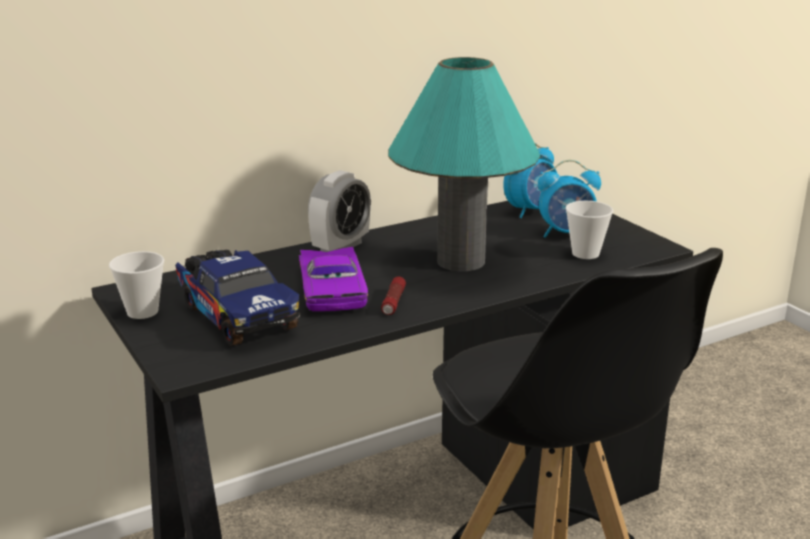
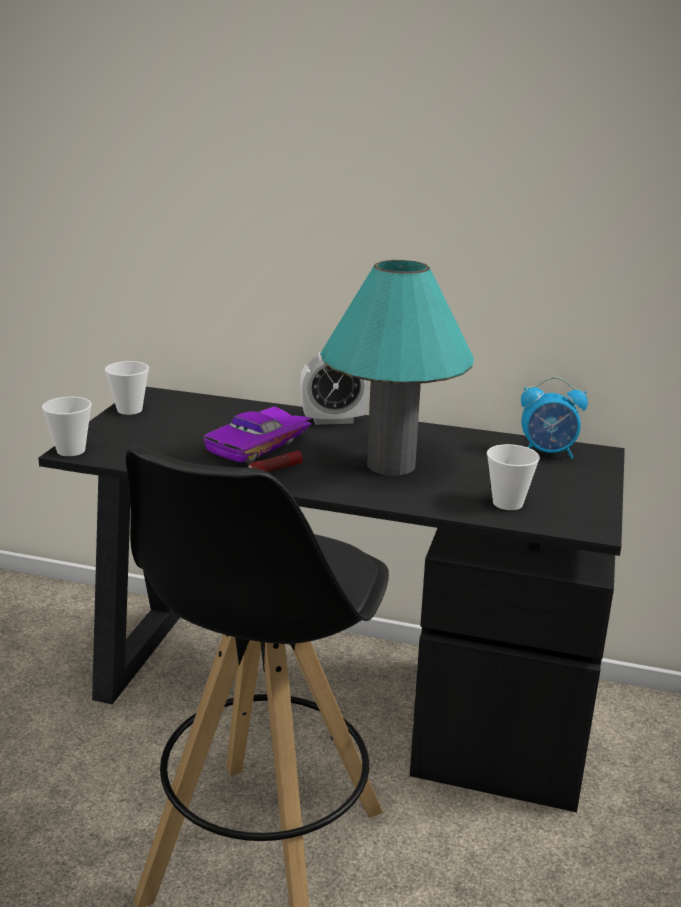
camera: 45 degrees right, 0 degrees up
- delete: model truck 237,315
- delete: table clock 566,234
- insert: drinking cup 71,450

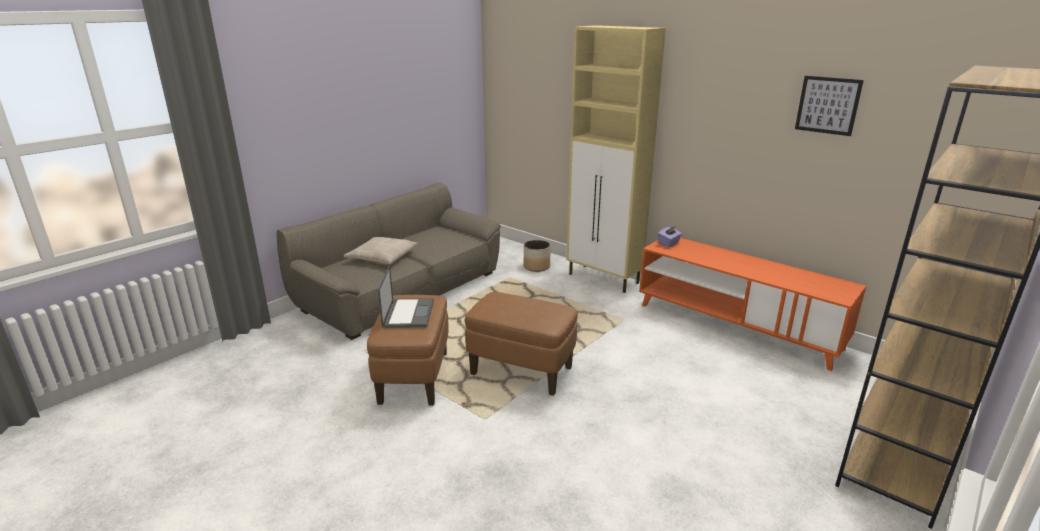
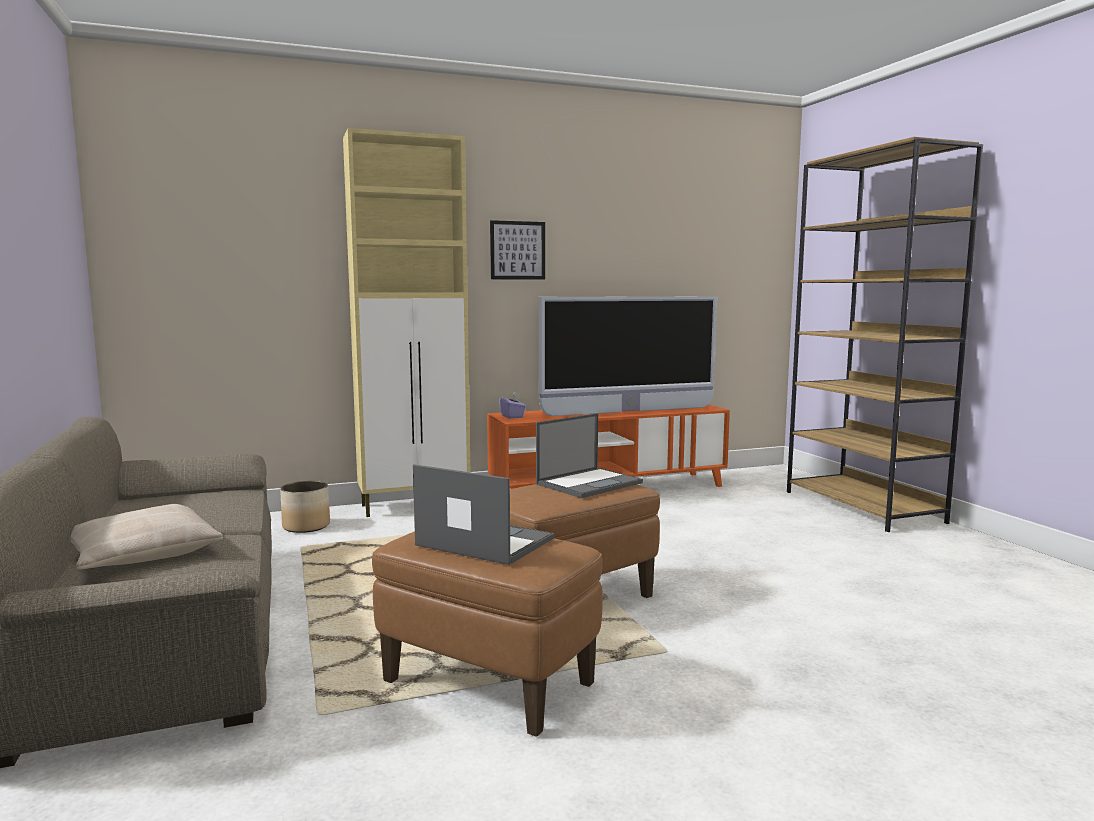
camera: 60 degrees left, 15 degrees down
- insert: notebook computer 589,483
- insert: TV 629,411
- move: wall picture 828,105 to 517,250

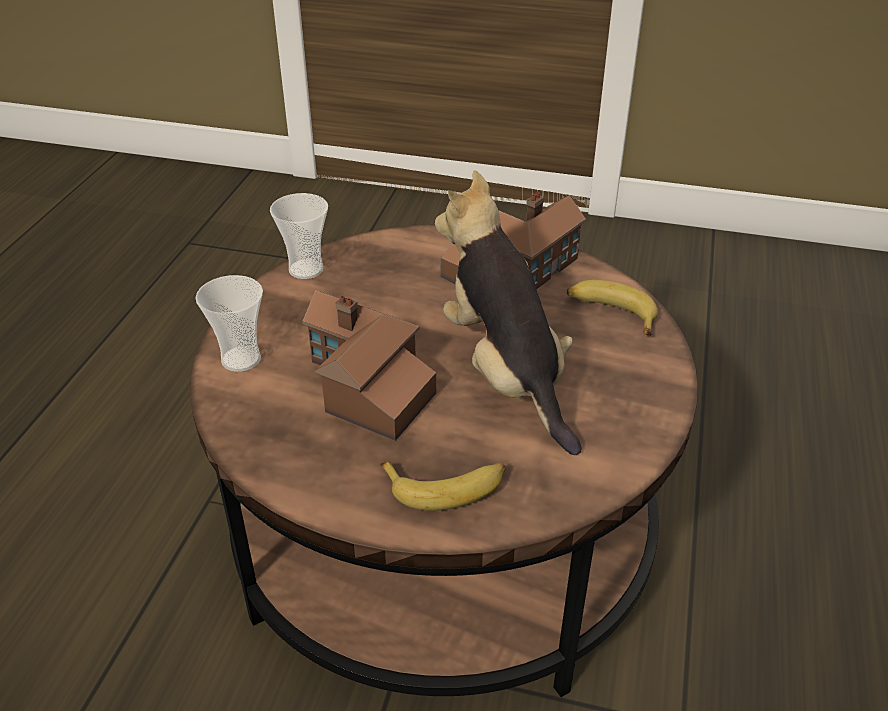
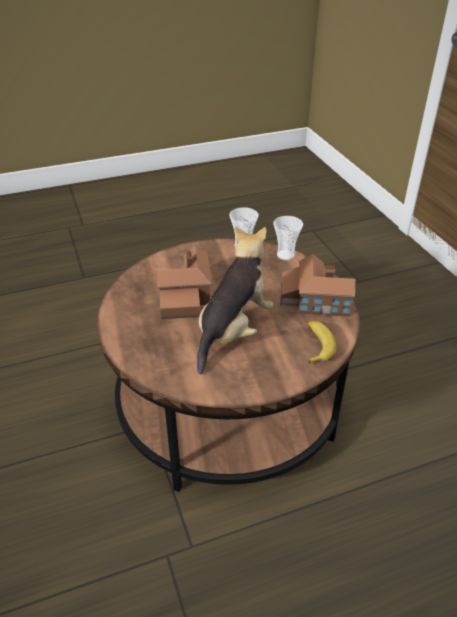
camera: 55 degrees right, 0 degrees up
- delete: whole banana 446,487
- move: drinking cup 241,359 to 285,255

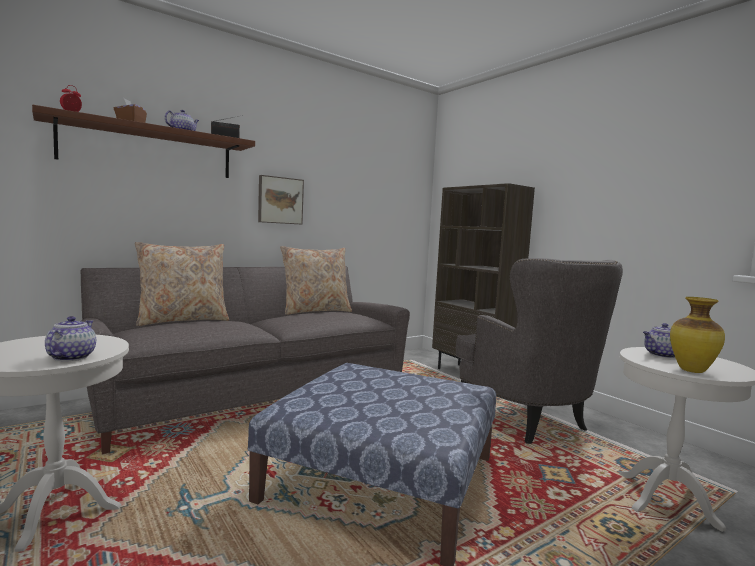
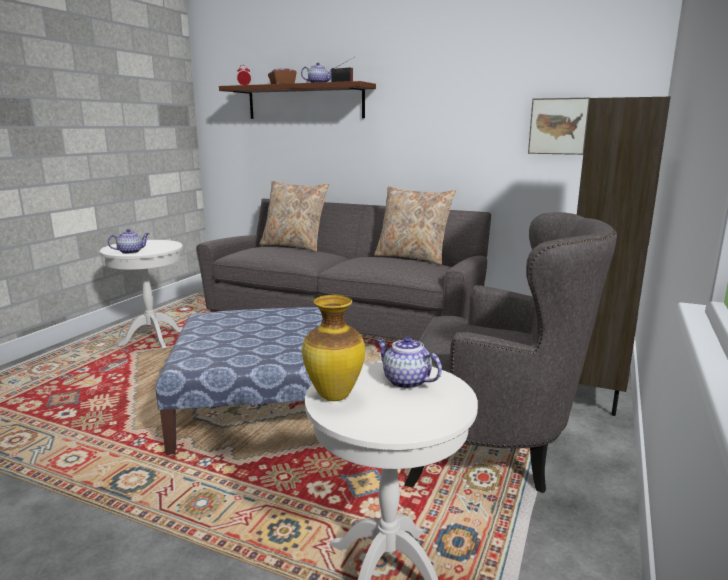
camera: 60 degrees right, 10 degrees up
- move: wall picture 280,200 to 558,126
- rotate: lounge chair (grey) 529,422 = 492,450 105 degrees counterclockwise

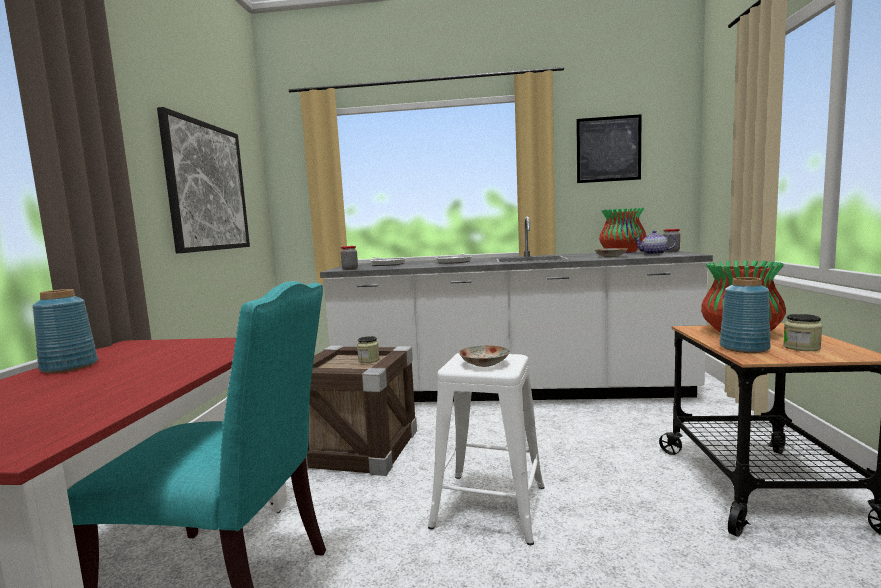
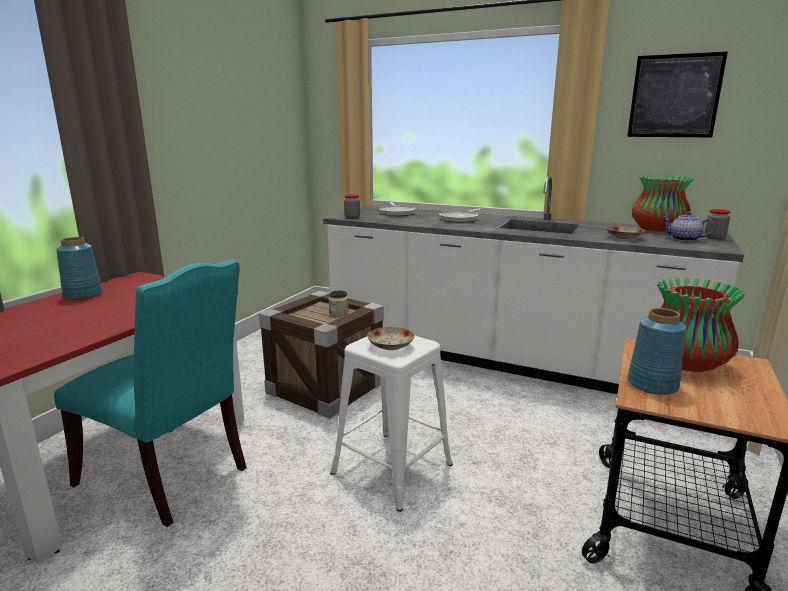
camera: 20 degrees right, 10 degrees up
- delete: wall picture 207,187
- delete: preserve jar 801,347

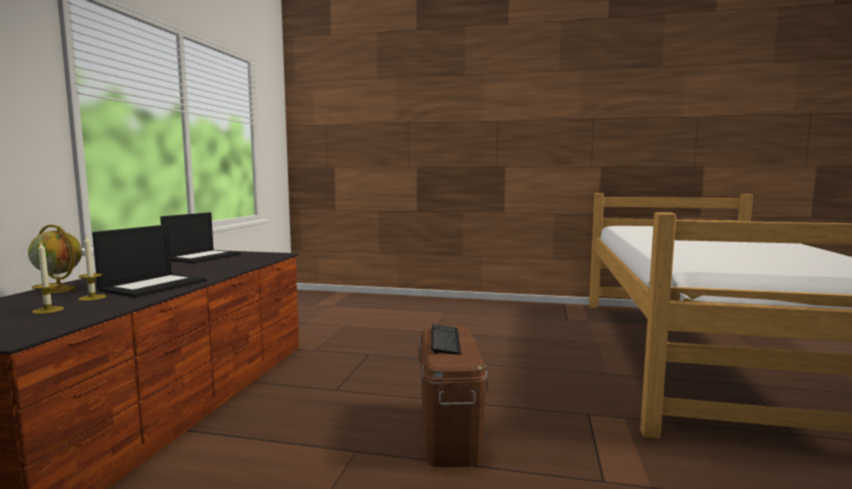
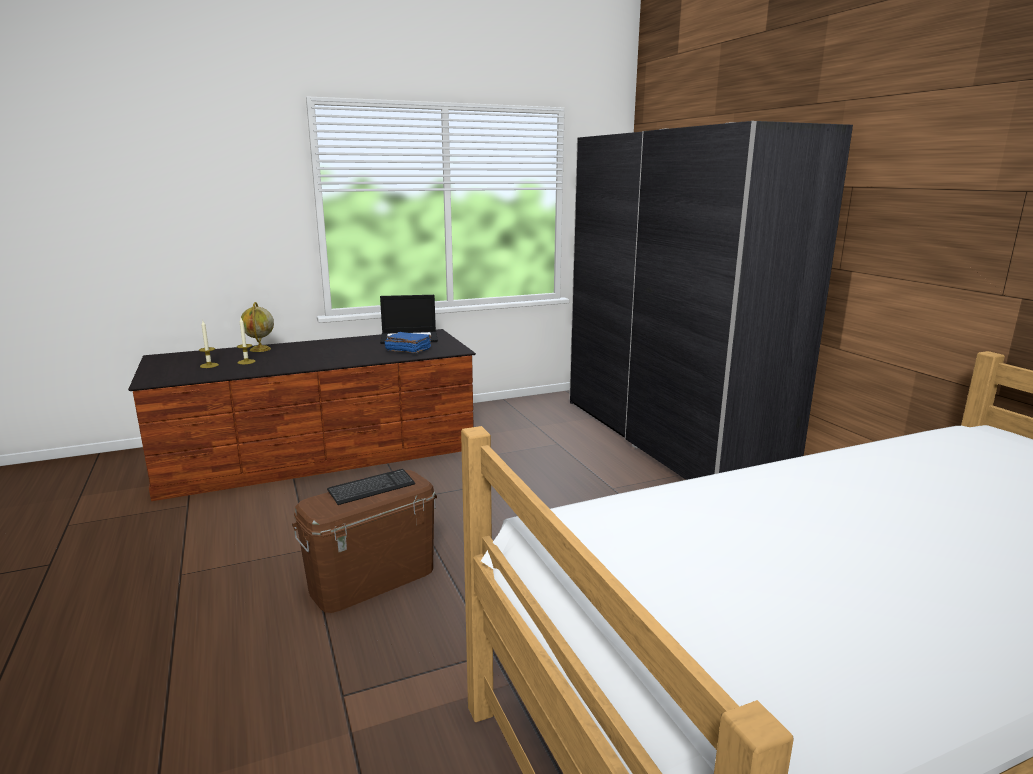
camera: 55 degrees right, 10 degrees up
- delete: notebook computer 154,285
- insert: volume (bluish) 408,350
- insert: armoire (grey) 667,438

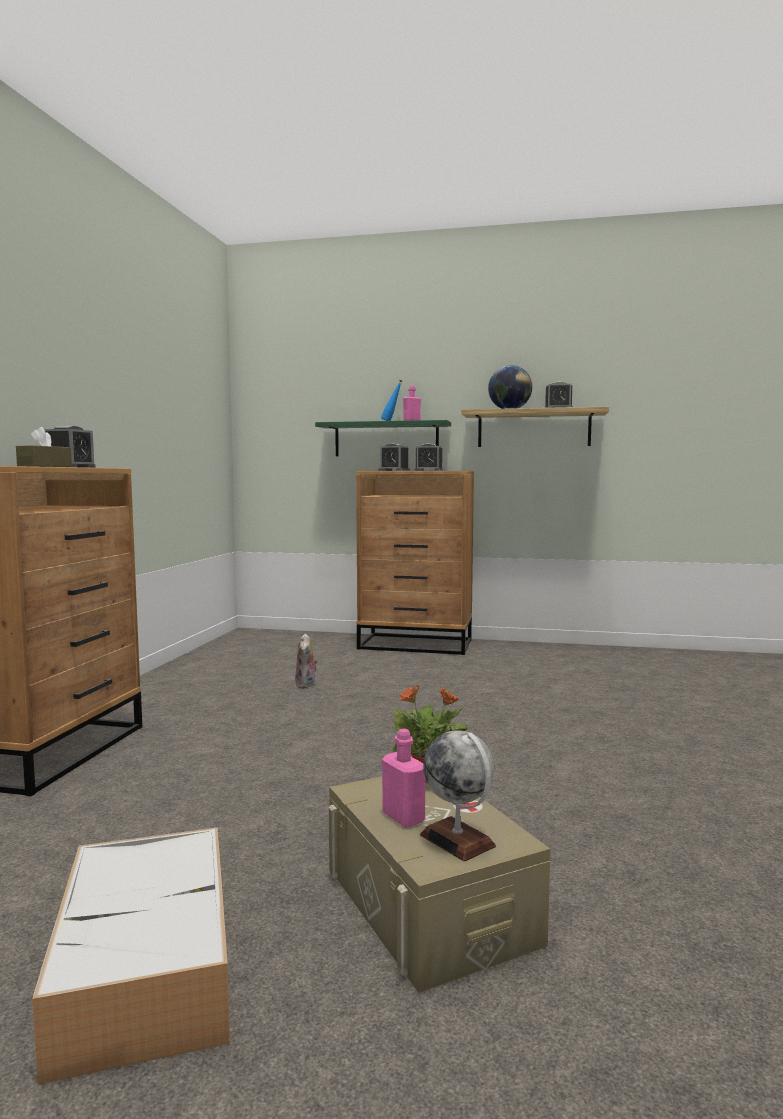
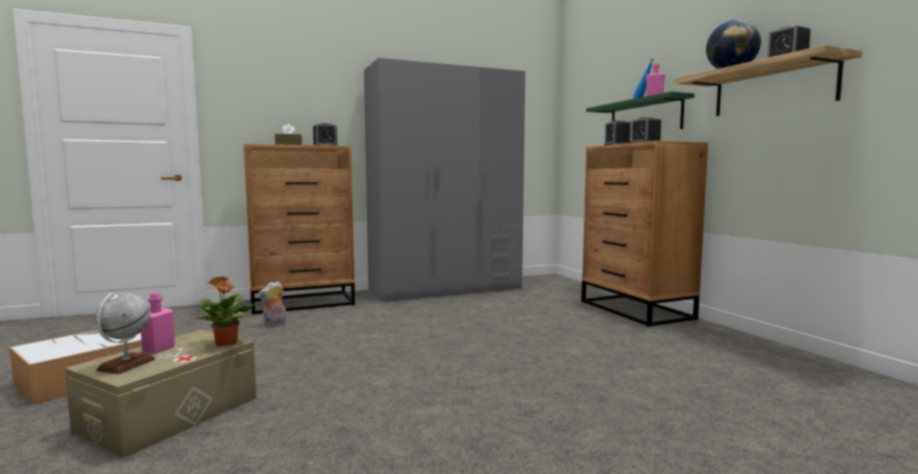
camera: 55 degrees right, 0 degrees up
- insert: armoire (grey) 446,289
- move: plush toy 306,685 to 274,325

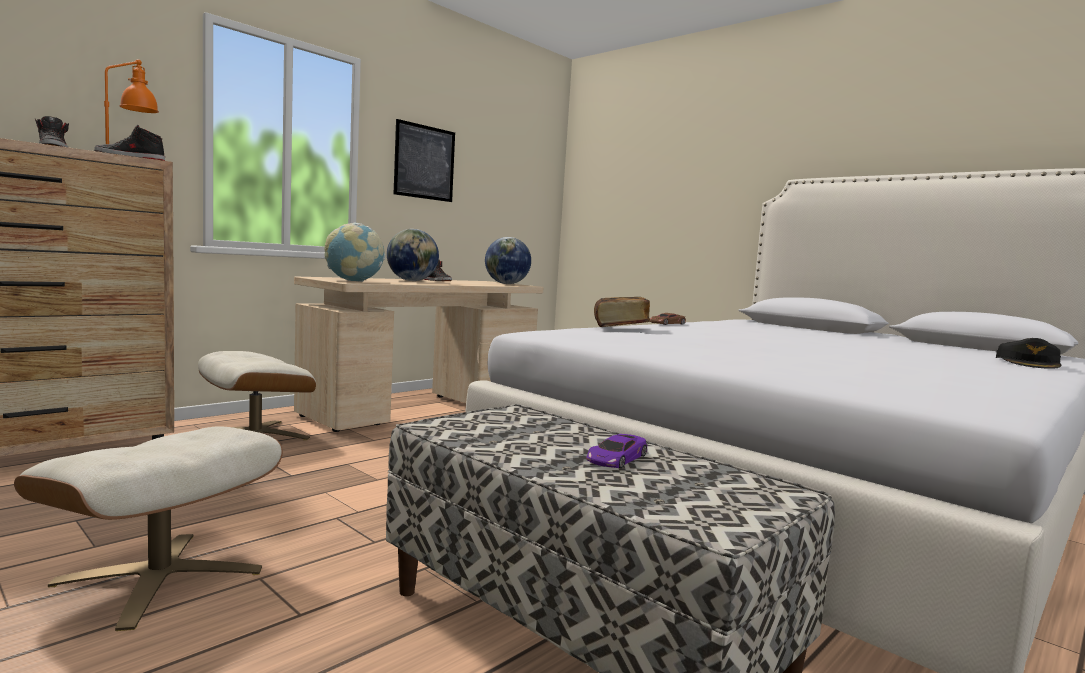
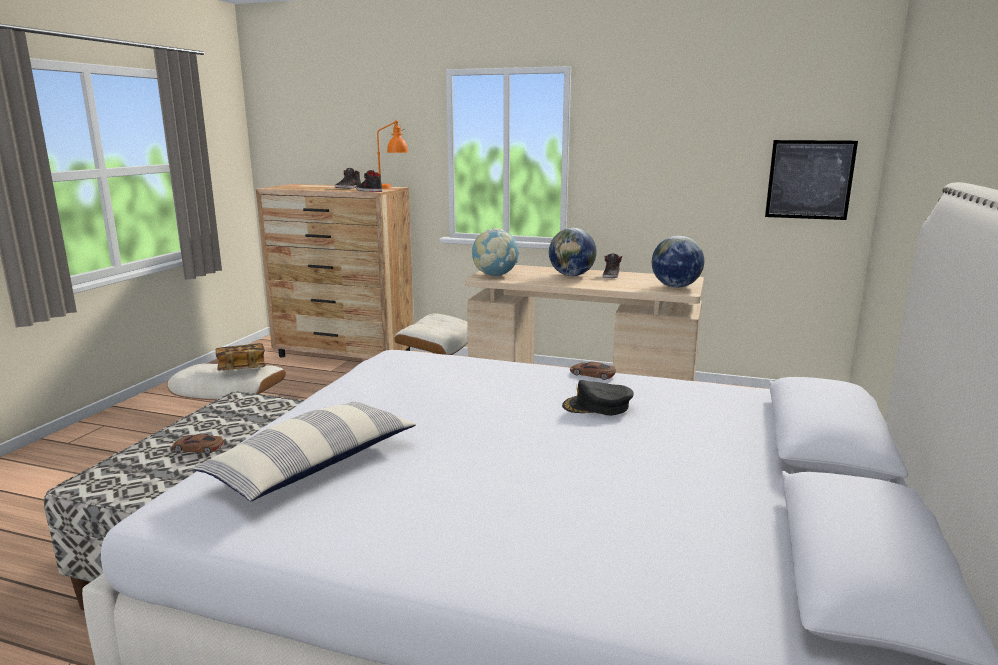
camera: 65 degrees right, 10 degrees up
- insert: pillow 313,466
- move: wall picture 424,162 to 809,179
- move: volume 620,327 to 242,368
- move: peaked cap (black-coloured) 1028,363 to 597,406
- recolor: model car (purple-coloured) 616,458 to model car (brown-coloured) 198,448

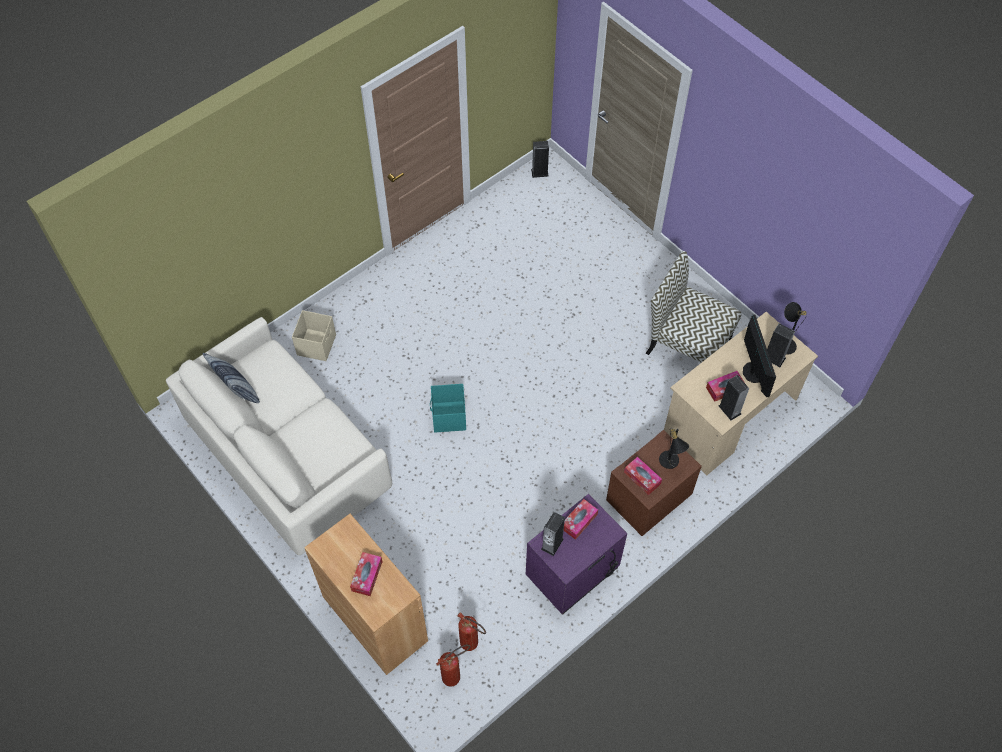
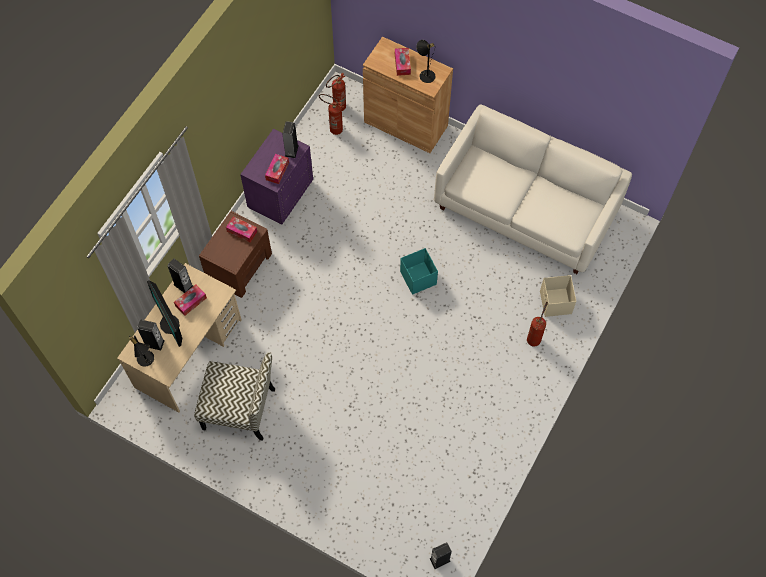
camera: 160 degrees right, 5 degrees up
- delete: pillow 237,390
- insert: fire extinguisher 535,337
- move: table lamp (black-coloured) 670,463 to 425,74

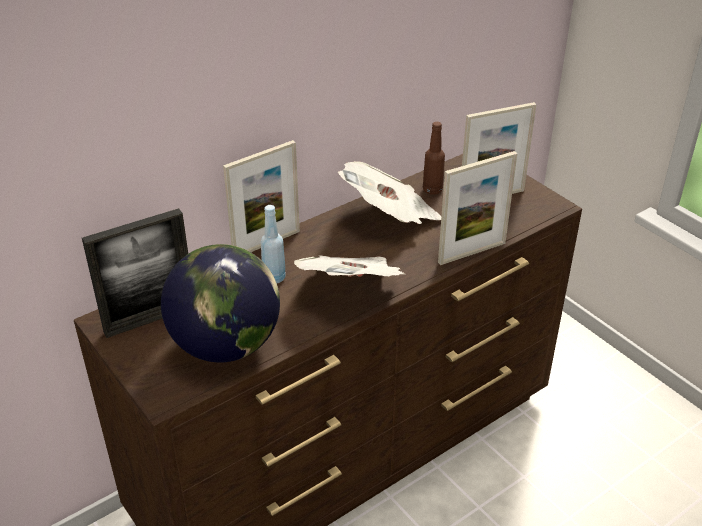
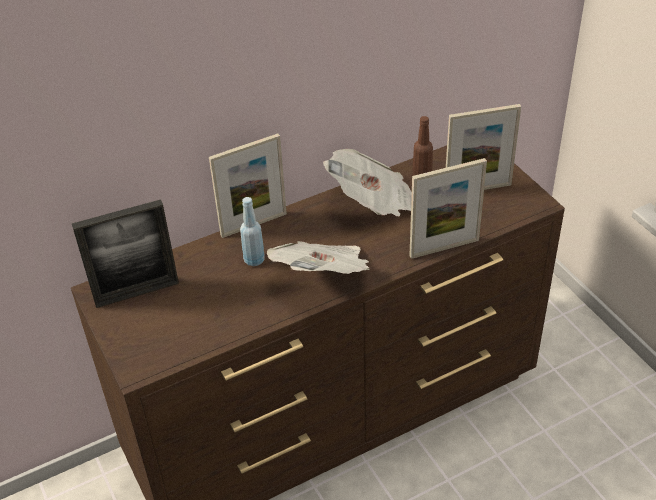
camera: 10 degrees right, 5 degrees up
- delete: desk globe 226,345

